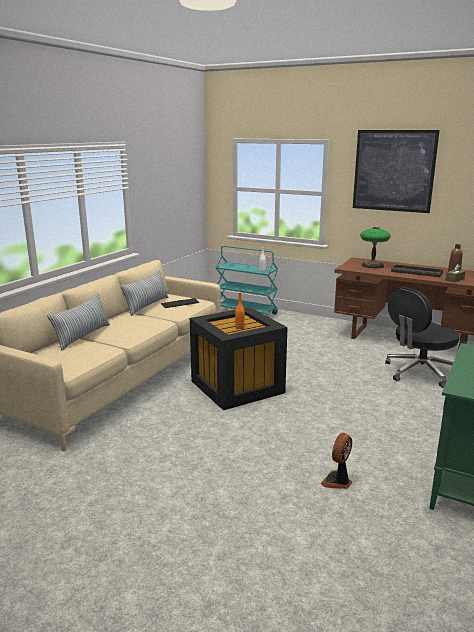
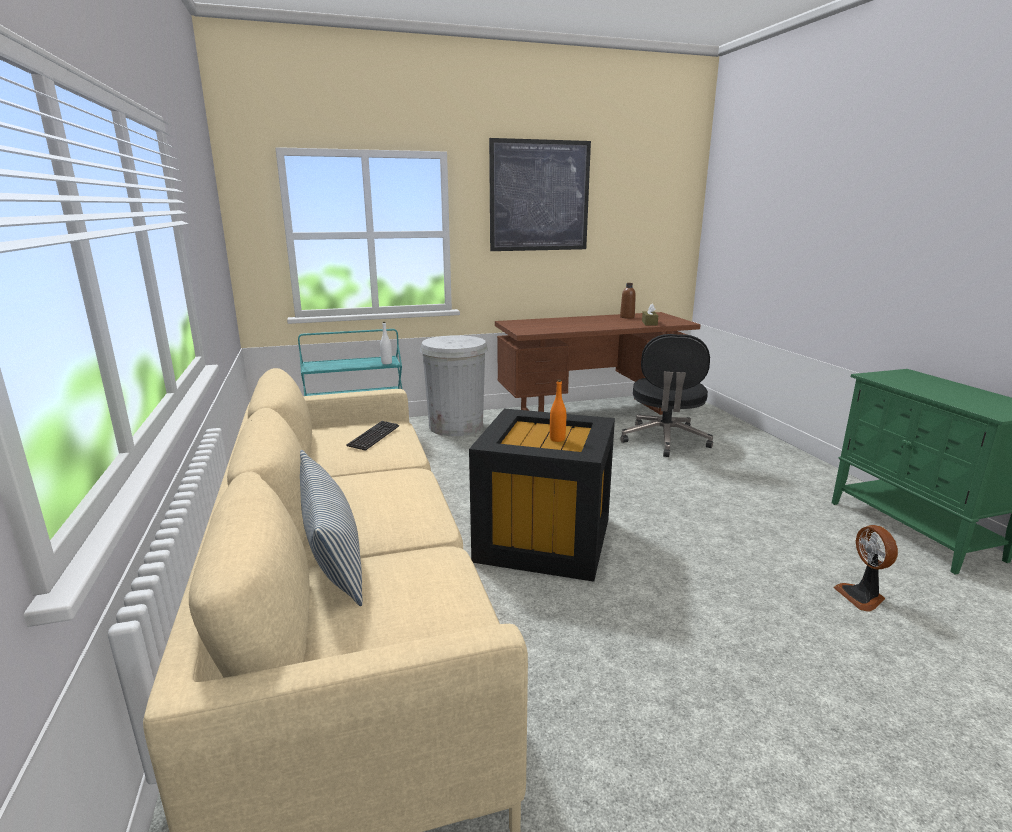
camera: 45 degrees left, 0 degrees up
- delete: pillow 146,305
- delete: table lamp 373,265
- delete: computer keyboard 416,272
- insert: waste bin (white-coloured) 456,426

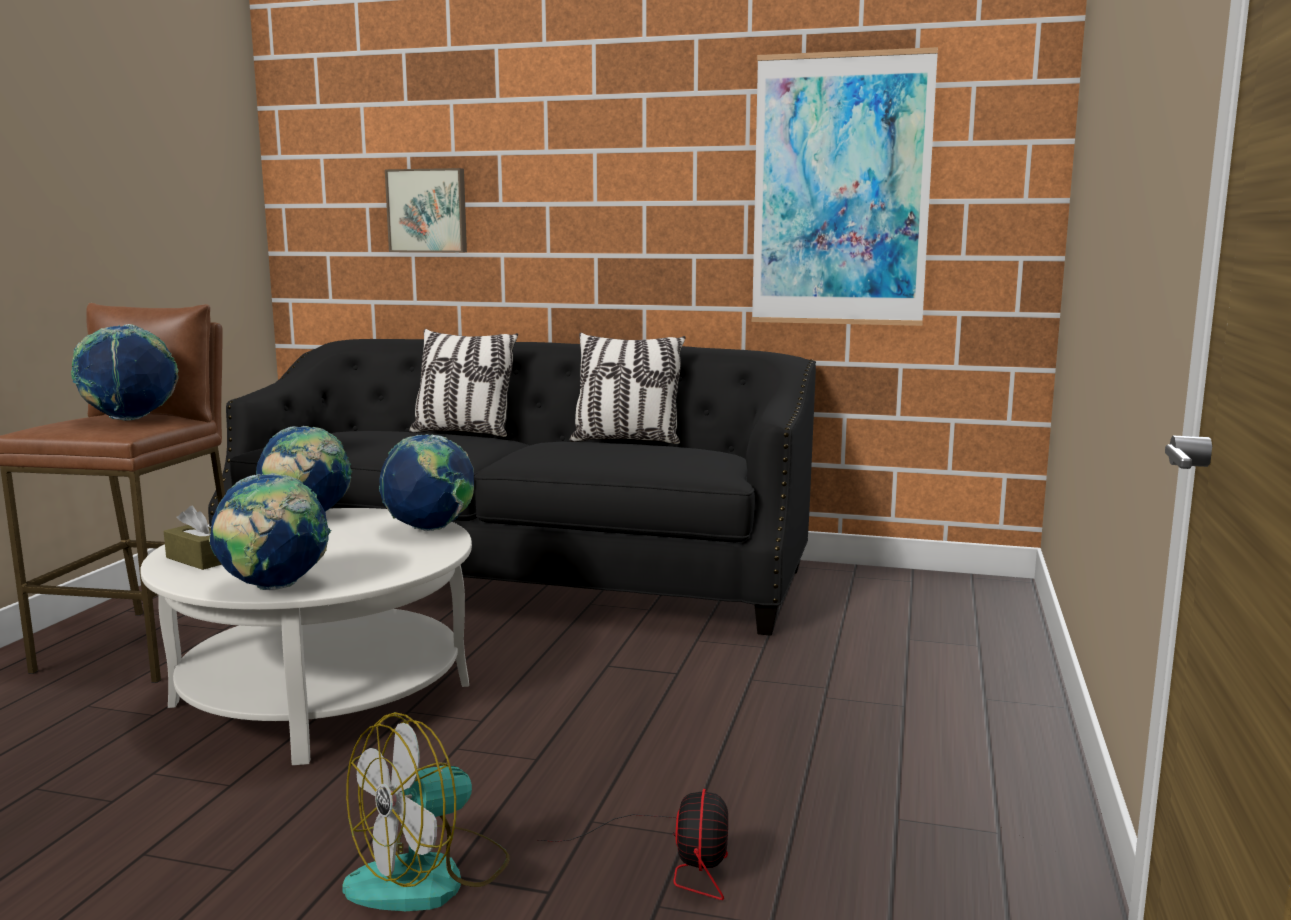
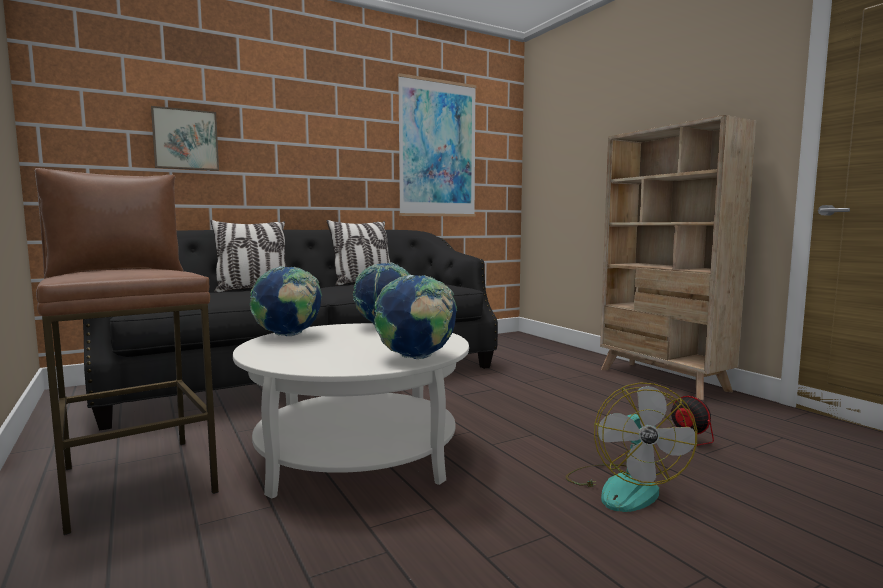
camera: 45 degrees left, 5 degrees down
- delete: desk globe 130,420
- delete: box of tissues (brown-coloured) 200,559
- insert: shelving unit (beige-coloured) 662,380

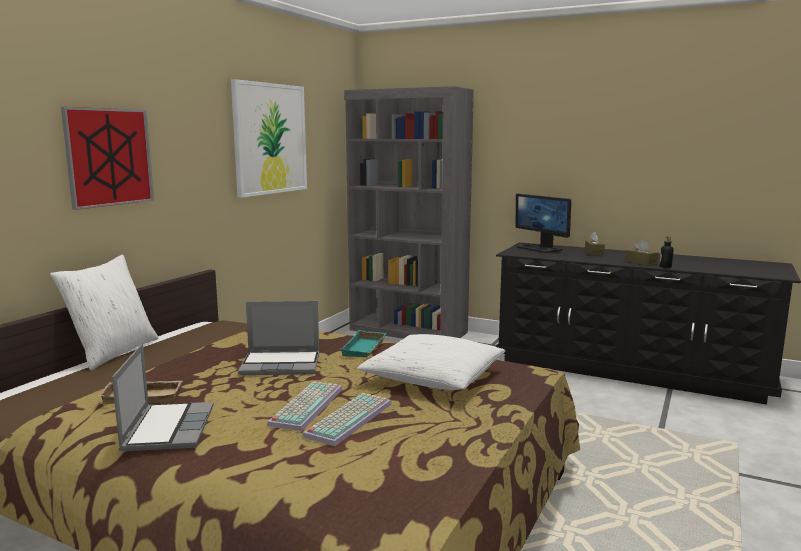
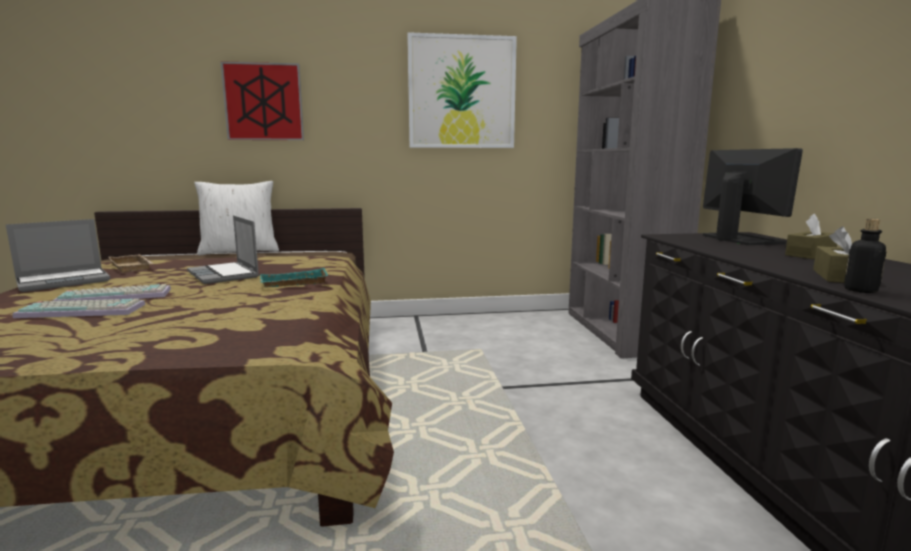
camera: 55 degrees right, 0 degrees up
- delete: pillow (white-coloured) 433,377
- rotate: computer display 540,248 = 739,239 150 degrees clockwise

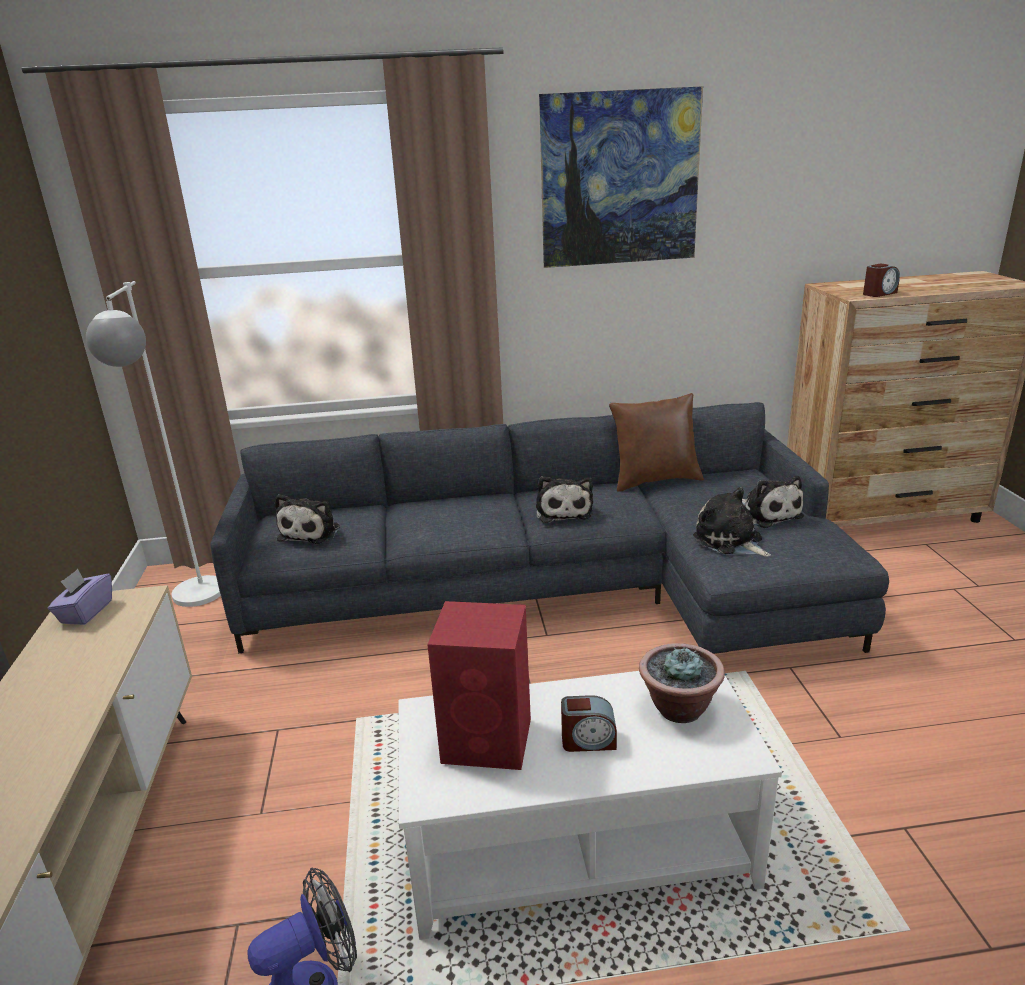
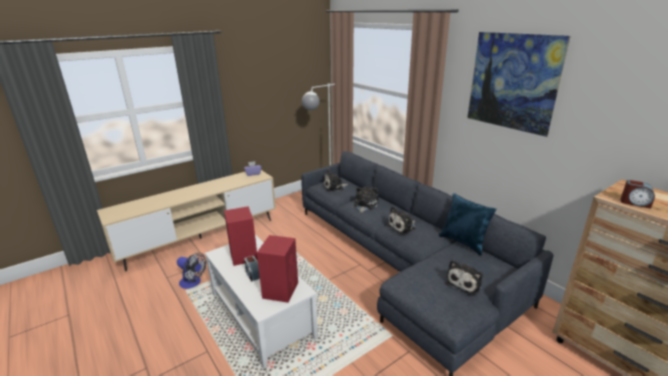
camera: 60 degrees right, 0 degrees up
- move: plush toy 730,541 to 365,205
- replace: potted plant 678,708 to loudspeaker (reddish) 281,289
- recolor: pillow (brown-coloured) 655,480 to pillow (bluish) 463,242

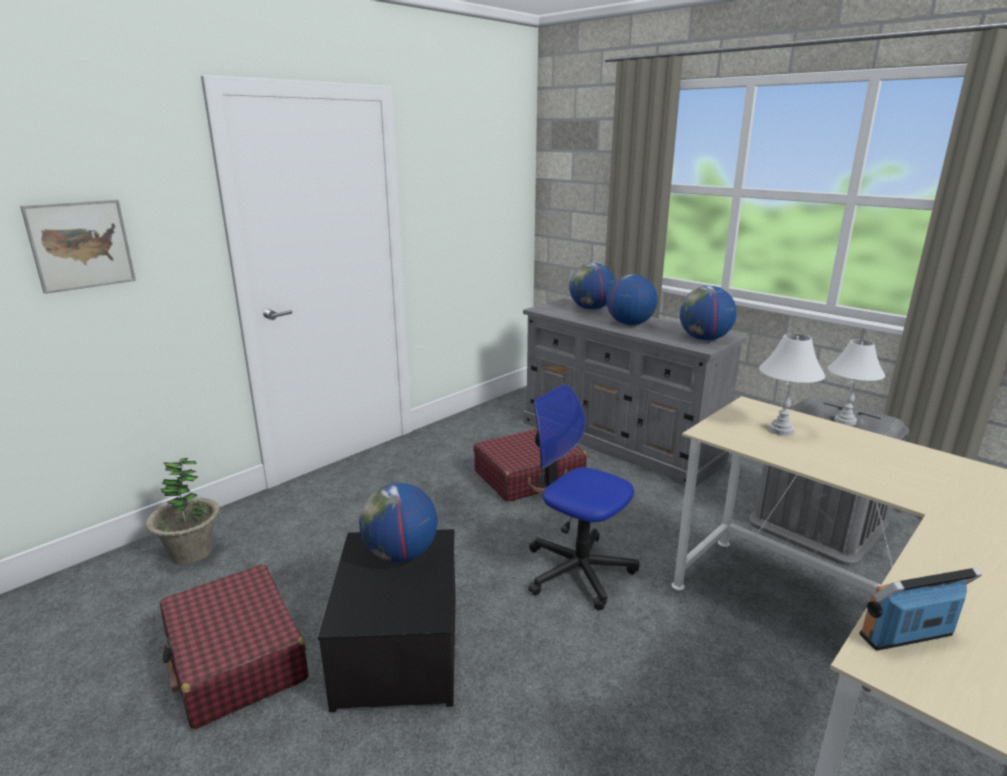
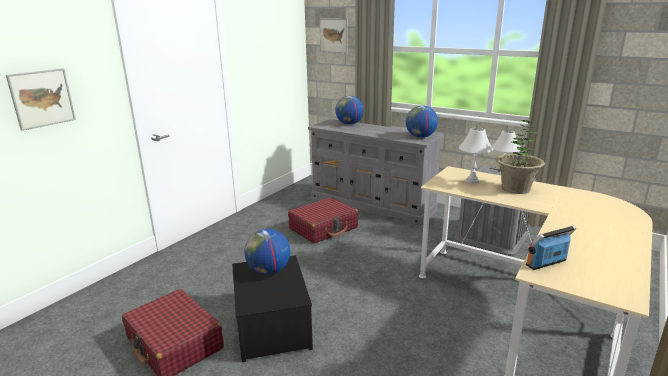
camera: 10 degrees left, 0 degrees up
- delete: computer chair 578,570
- delete: desk globe 629,324
- insert: wall picture 333,35
- move: potted plant 191,552 to 515,189

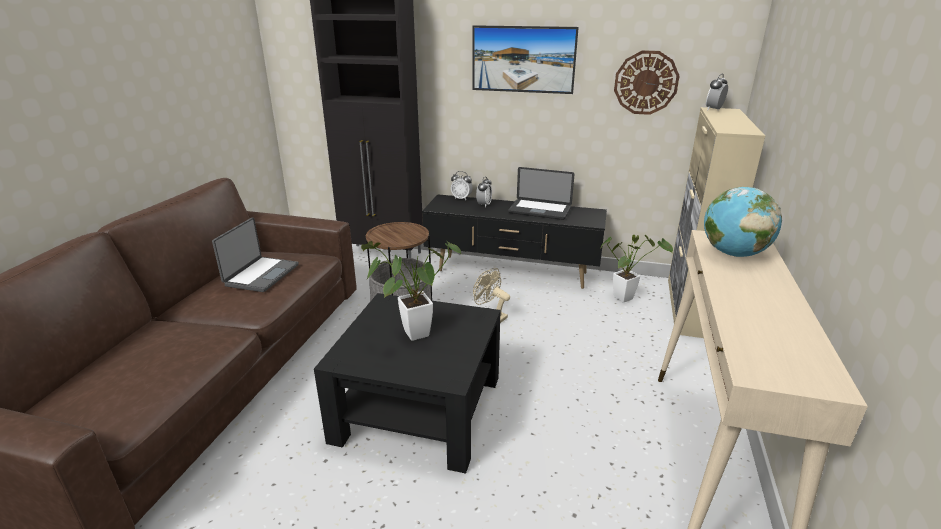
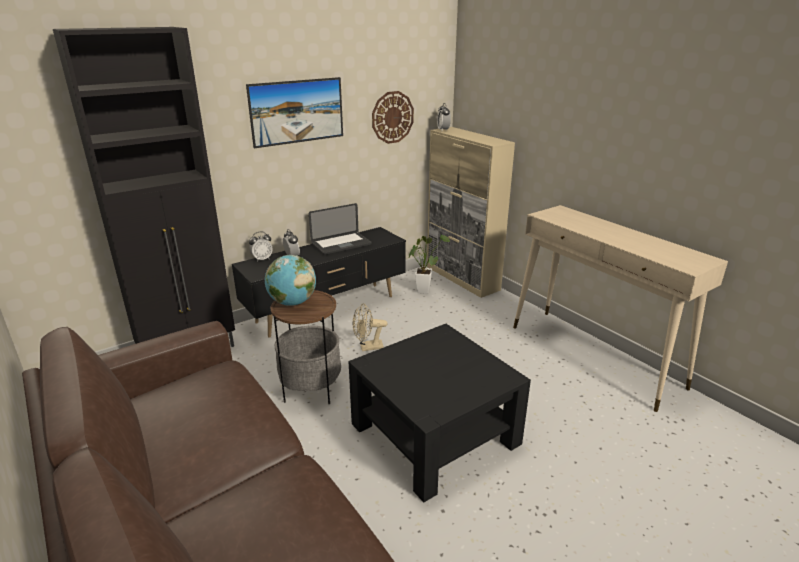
camera: 50 degrees left, 0 degrees up
- delete: notebook computer 261,275
- delete: potted plant 410,335
- move: desk globe 733,254 to 292,303

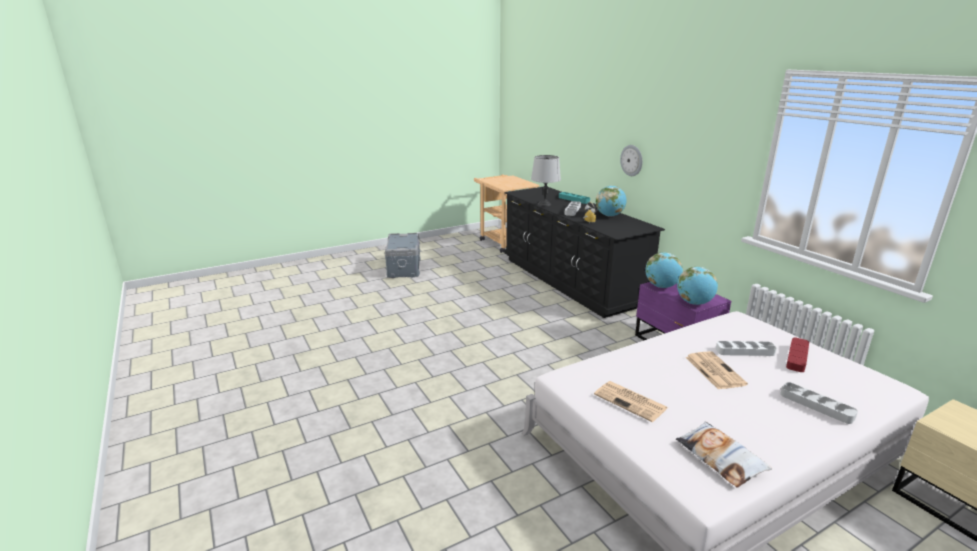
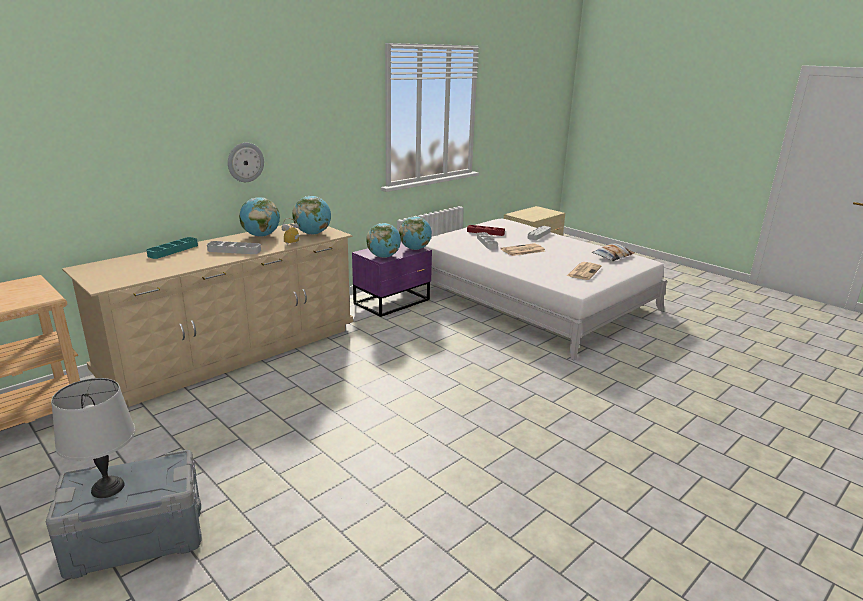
camera: 105 degrees left, 0 degrees up
- insert: desk globe 313,233
- move: table lamp (grey) 544,204 to 108,487
- recolor: drawer chest (black-coloured) 570,280 to drawer chest (beige-coloured) 233,351

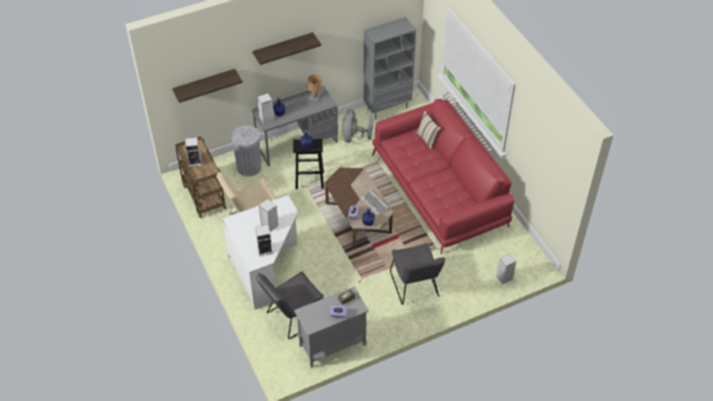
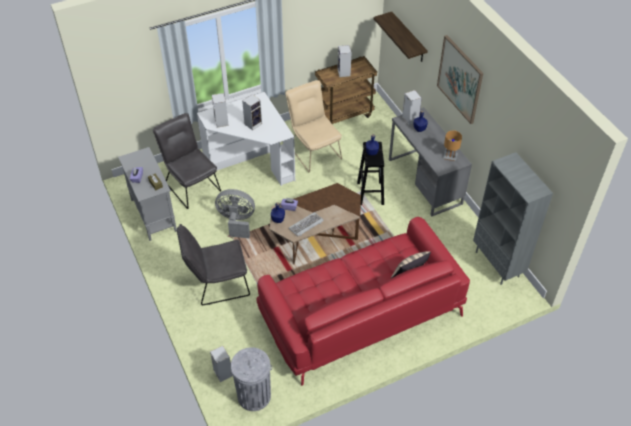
camera: 90 degrees right, 0 degrees up
- move: waste bin (grey) 249,167 to 254,396
- move: cooling fan (grey) 354,137 to 236,221
- replace: bracket shelf 283,48 to wall picture 460,79

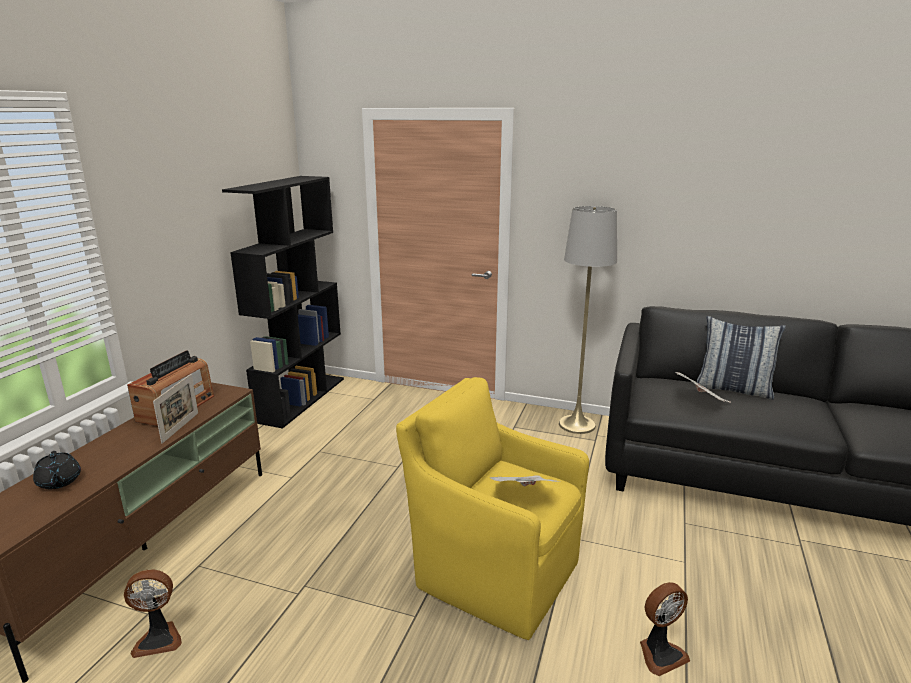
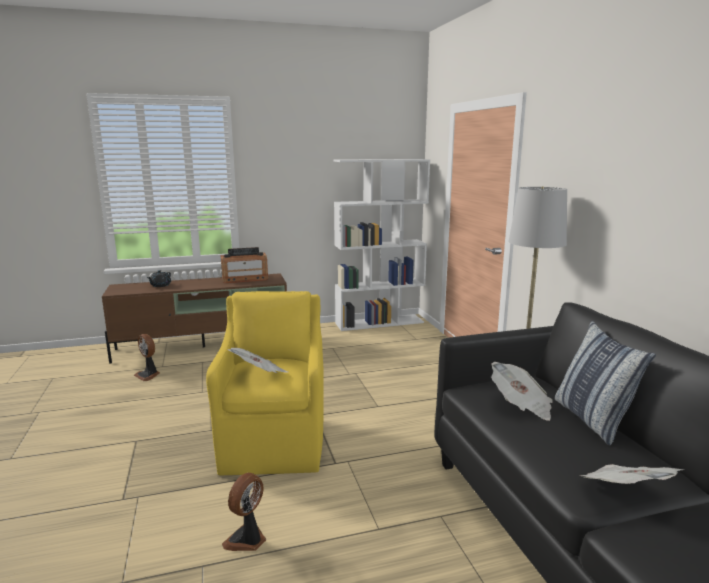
camera: 55 degrees right, 5 degrees down
- delete: standing frame 180,427
- insert: daily paper 625,492
- recolor: shelving unit (black-coloured) 301,399 to shelving unit (white-coloured) 379,322
- rotate: cooling fan 660,653 = 247,540 90 degrees clockwise

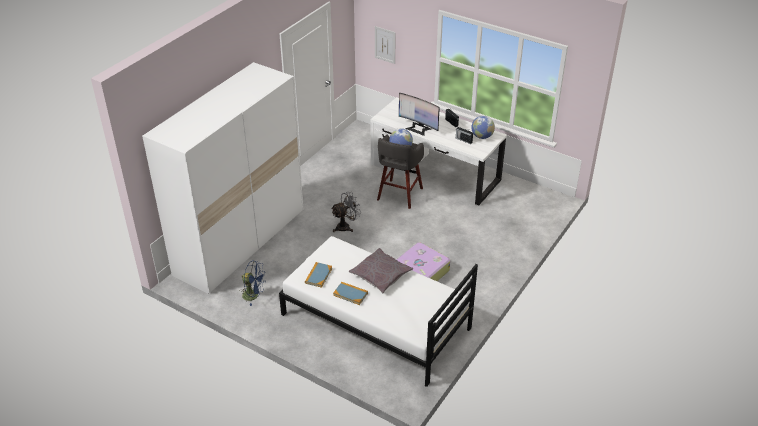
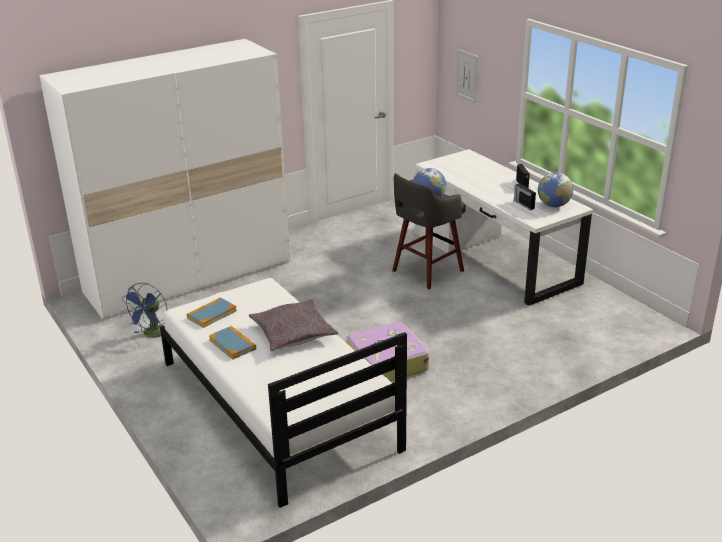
camera: 25 degrees right, 10 degrees down
- delete: cooling fan (grey) 346,226
- delete: computer display 418,128
- rotate: cooling fan (bluish) 254,295 = 152,335 75 degrees clockwise

